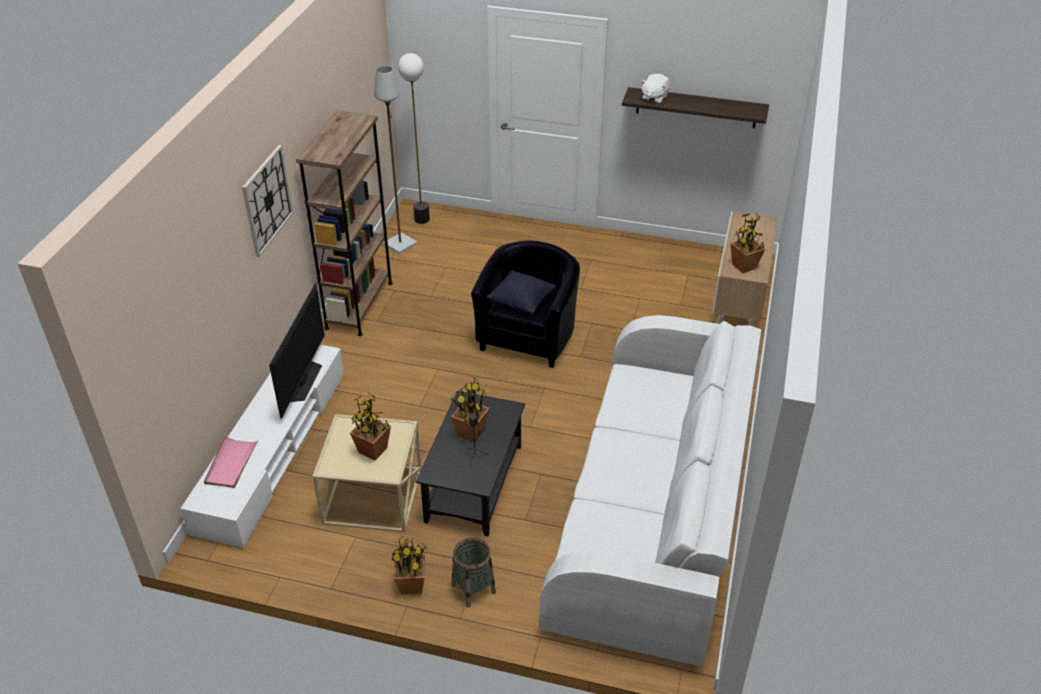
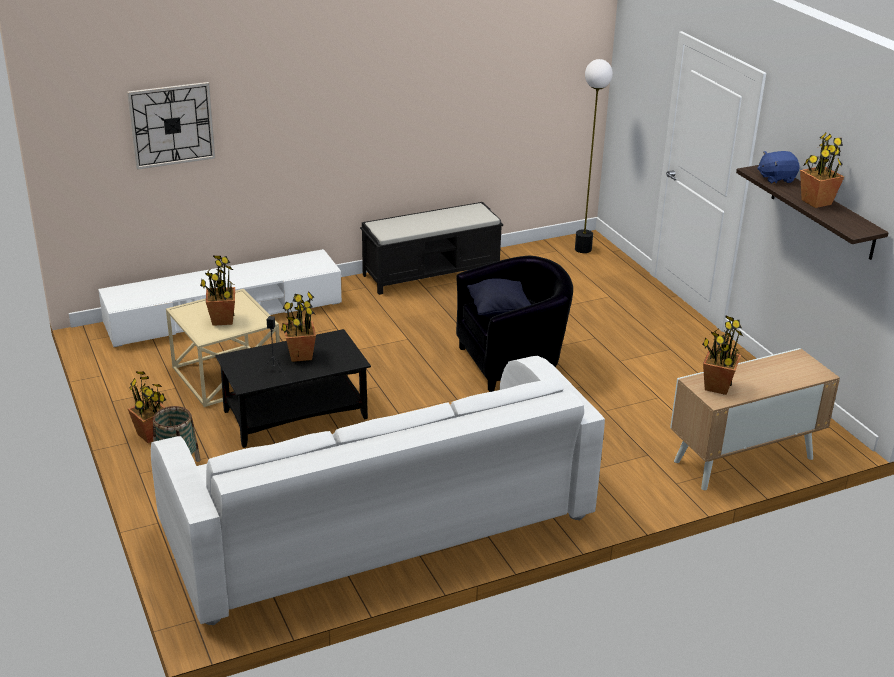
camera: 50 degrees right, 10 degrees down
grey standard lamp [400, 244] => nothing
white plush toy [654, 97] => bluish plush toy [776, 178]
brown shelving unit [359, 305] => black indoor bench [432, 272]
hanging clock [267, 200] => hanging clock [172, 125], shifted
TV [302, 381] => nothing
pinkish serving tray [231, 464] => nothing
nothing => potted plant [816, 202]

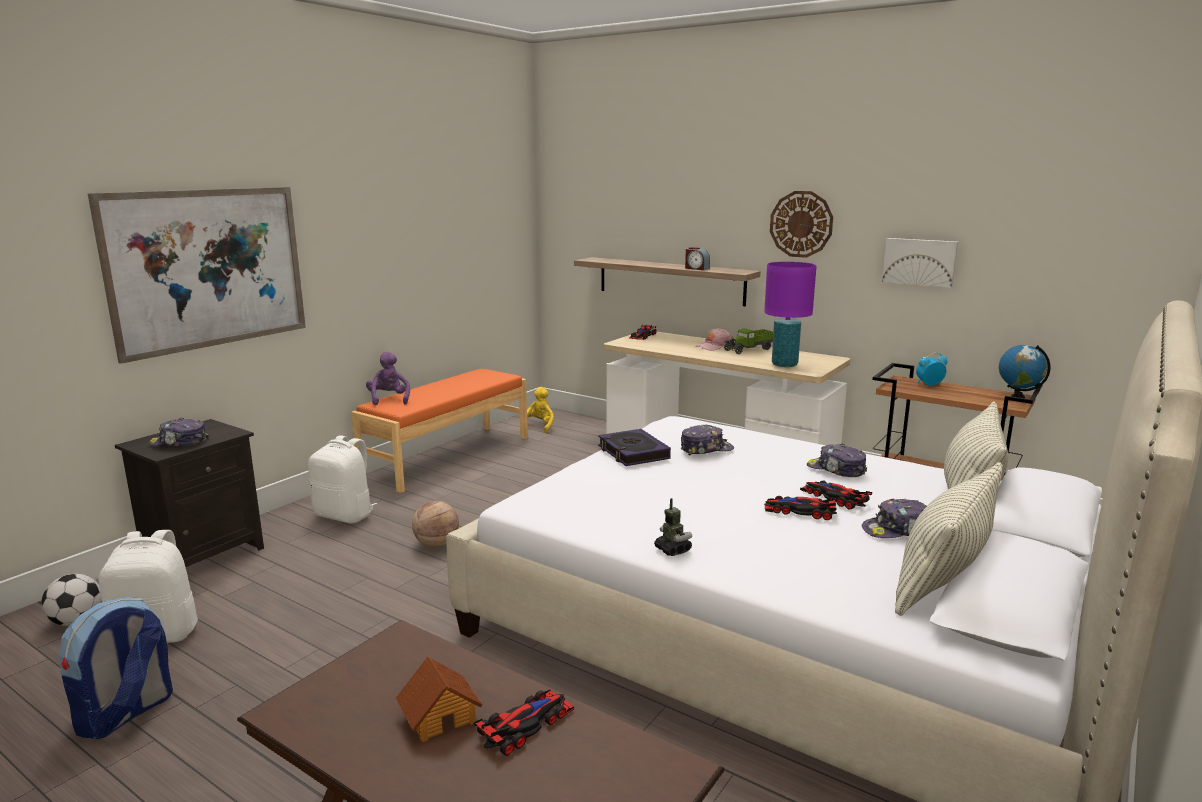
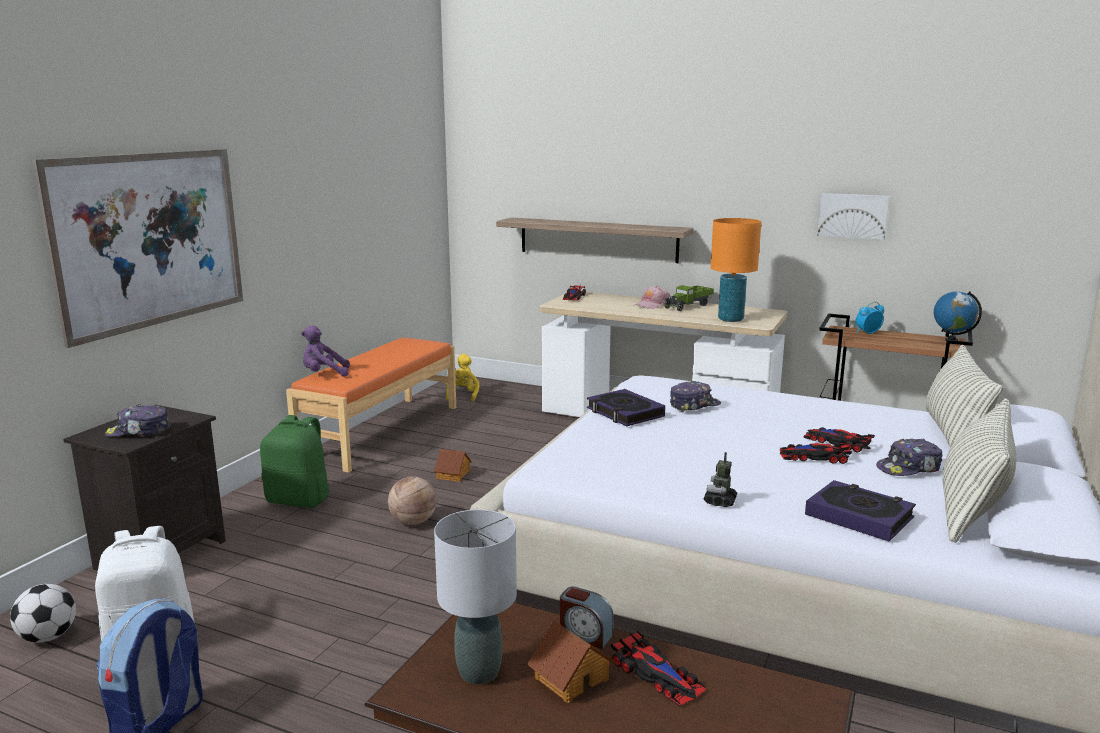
camera: 10 degrees left, 0 degrees up
hanging clock [801, 224] => nothing
bedside clock [696, 268] => bedside clock [585, 635], shifted
purple-coloured tabletop lamp [784, 365] => orange-coloured tabletop lamp [730, 319]
purple-coloured plush toy [389, 399] => purple-coloured plush toy [324, 374], 75 degrees counterclockwise
white rucksack [345, 515] => green rucksack [299, 500]
baseball cap [836, 470] => nothing
model robot [672, 550] => model robot [720, 501], 120 degrees counterclockwise
model car [526, 724] => model car [657, 675], 105 degrees clockwise
nothing => toy house [453, 475]
nothing => book [859, 516]
nothing => grey tabletop lamp [480, 672]

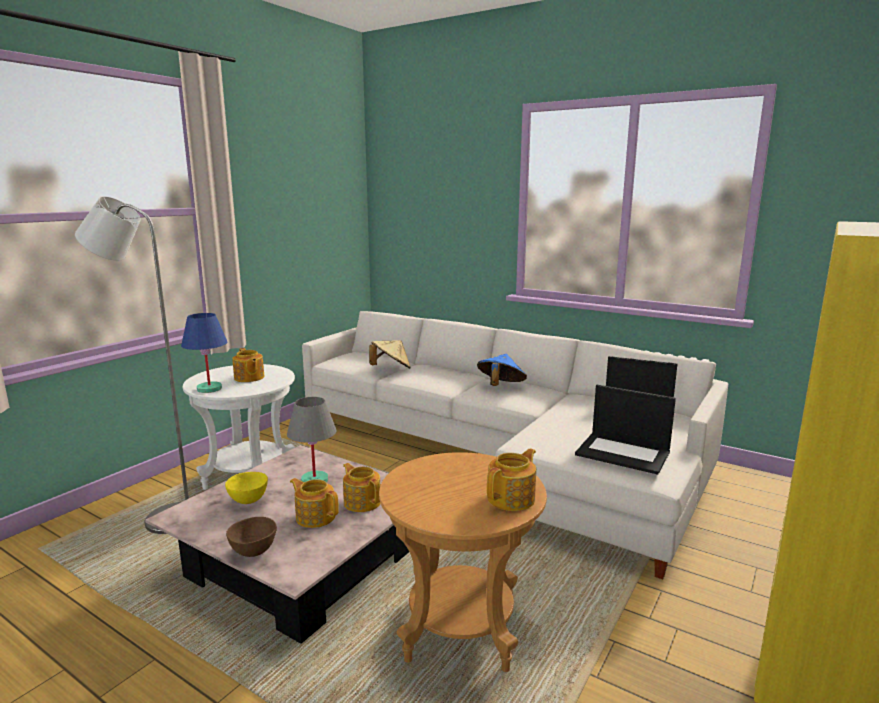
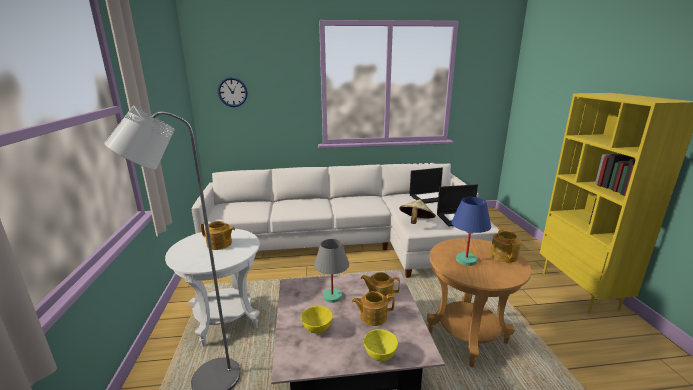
camera: 40 degrees left, 5 degrees up
bluish tabletop lamp [209, 389] => bluish tabletop lamp [466, 260], shifted
beige clothing hat [391, 369] => beige clothing hat [416, 222], shifted
bluish clothing hat [500, 386] => nothing
brown serving bowl [253, 552] => yellow serving bowl [380, 356]
nothing => hanging clock [232, 92]

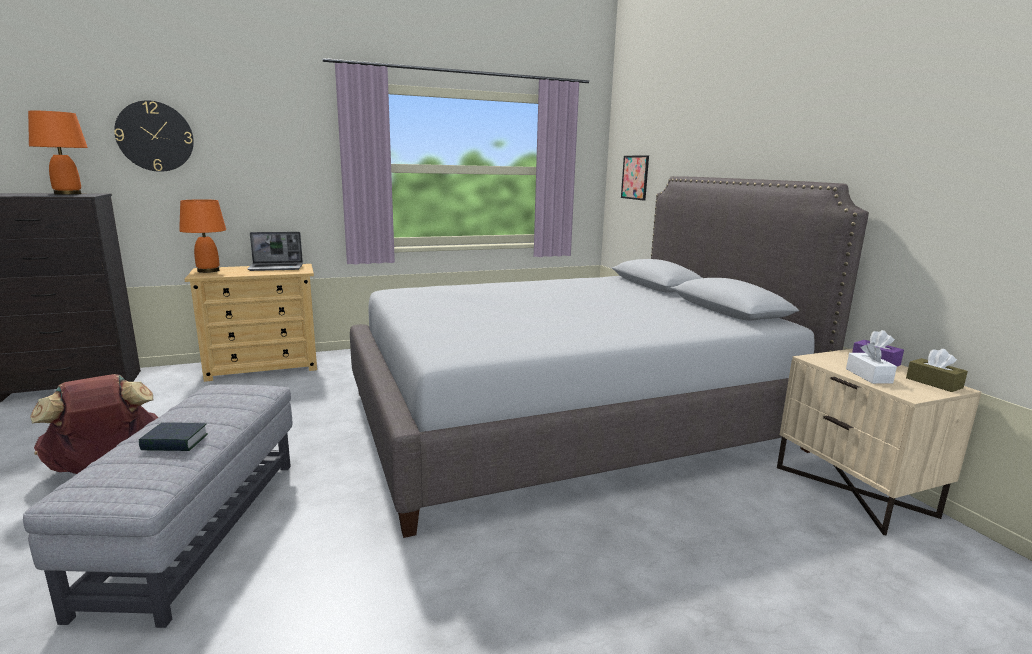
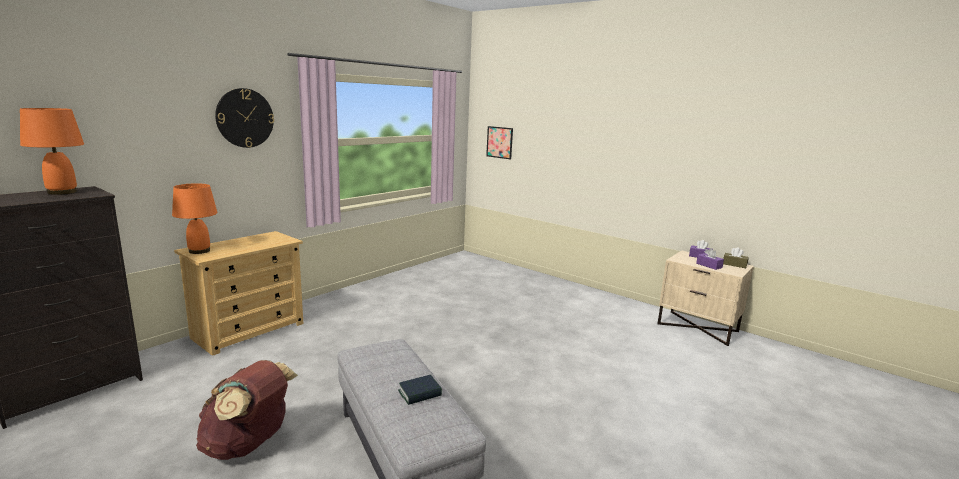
camera: 30 degrees left, 0 degrees up
hanging clock [155, 136] => hanging clock [245, 118], shifted
grey bedroom bed [568, 419] => nothing
portable computer [277, 268] => nothing
white tissue holder [868, 376] => purple-coloured tissue holder [709, 265]

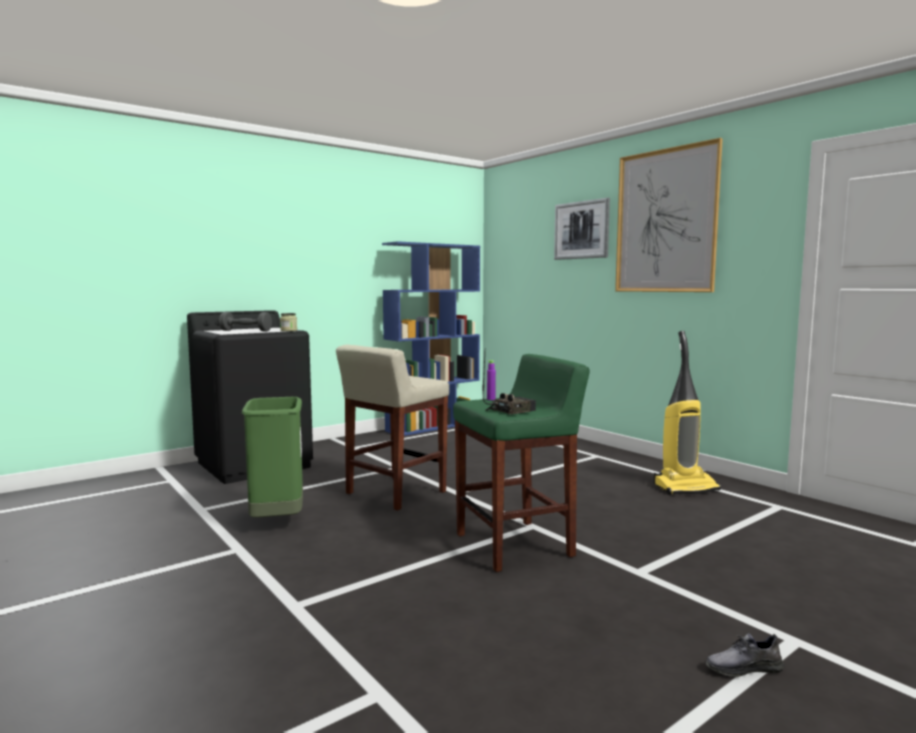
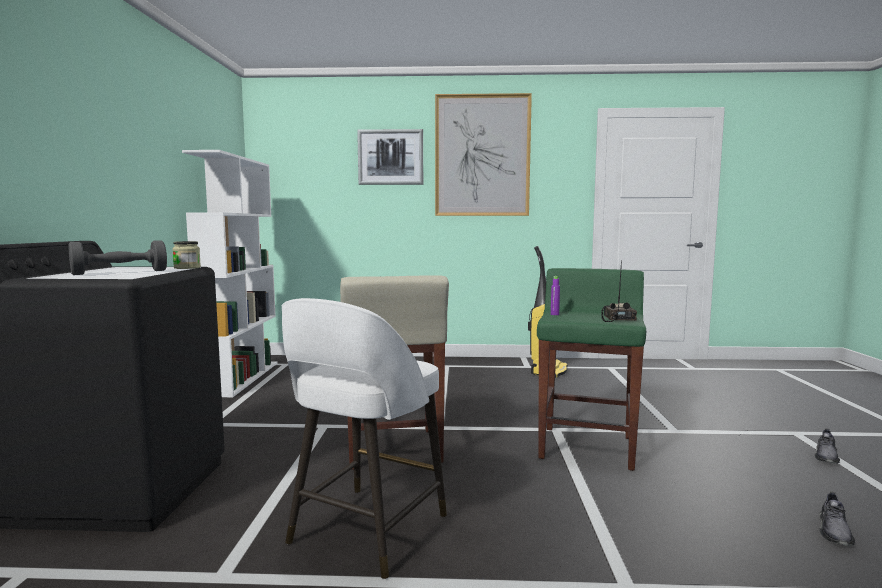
camera: 50 degrees left, 0 degrees up
bluish shelving unit [433, 426] => white shelving unit [241, 378]
green trash can [277, 521] => white stool seat [365, 531]
nothing => grey low shoe [834, 531]

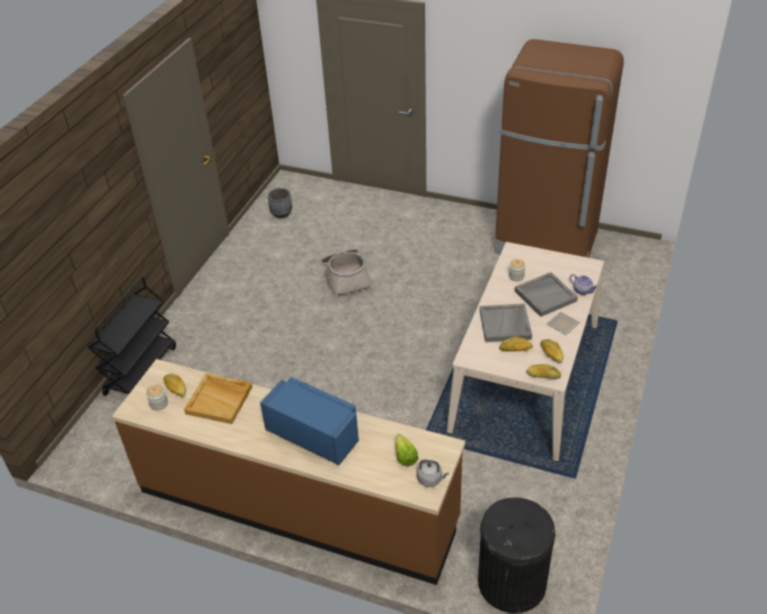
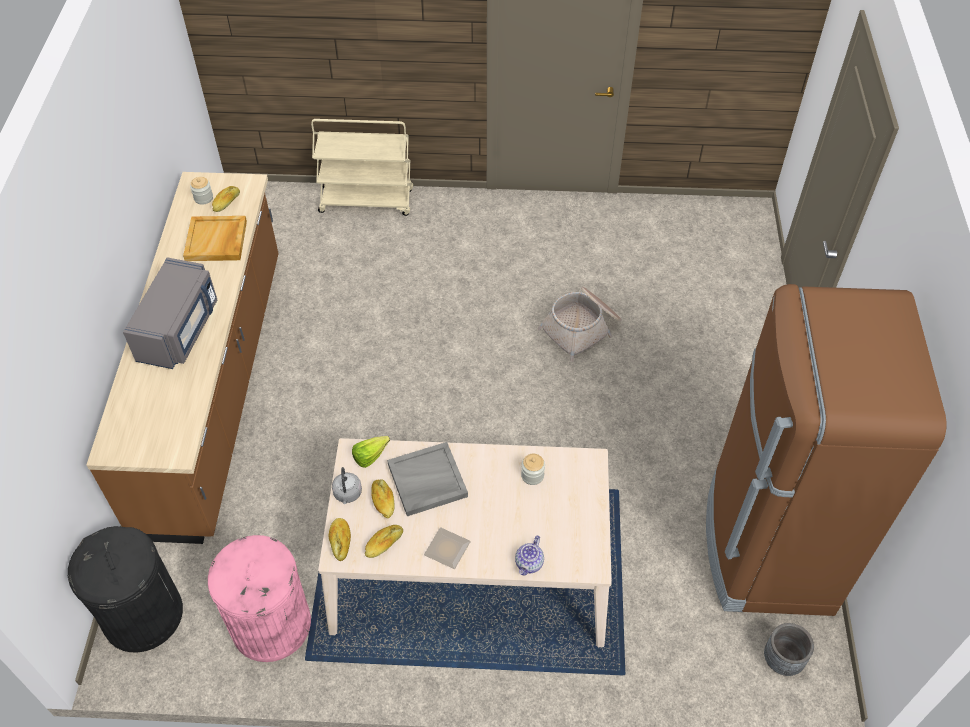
camera: 70 degrees right, 10 degrees up
grey flower pot [281, 213] => grey flower pot [782, 660], shifted
grey serving tray [545, 295] => nothing
black wheeled cart [141, 370] => beige wheeled cart [367, 201]
bluish microwave oven [314, 434] => grey microwave oven [180, 330]
lettuce head [404, 454] => lettuce head [373, 455], shifted
grey tea kettle [431, 479] => grey tea kettle [347, 494], shifted
nothing => pinkish trash can [271, 624]

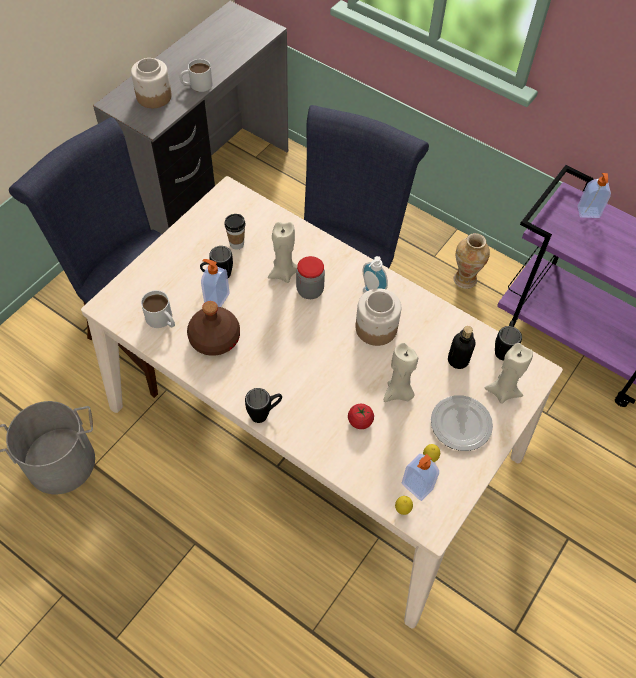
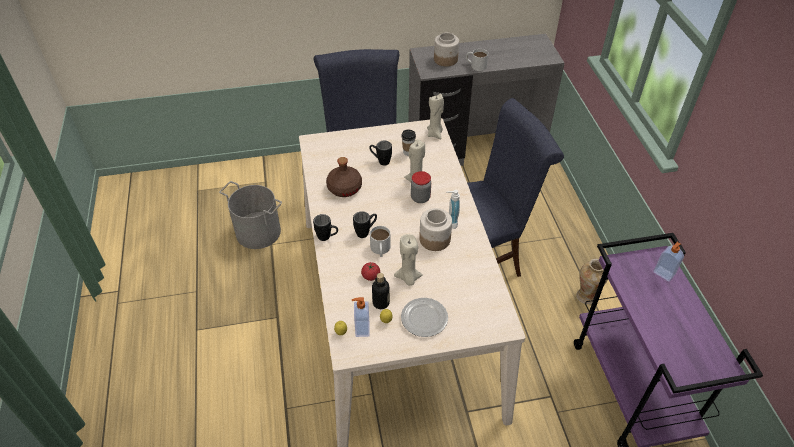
camera: 45 degrees right, 10 degrees down
soap bottle [216, 299] => nothing
white mug [162, 320] => white mug [380, 250], shifted
black mug [503, 348] => black mug [366, 232], shifted
bottle [458, 360] => bottle [381, 303], shifted
beige candle [502, 391] => beige candle [435, 134], shifted

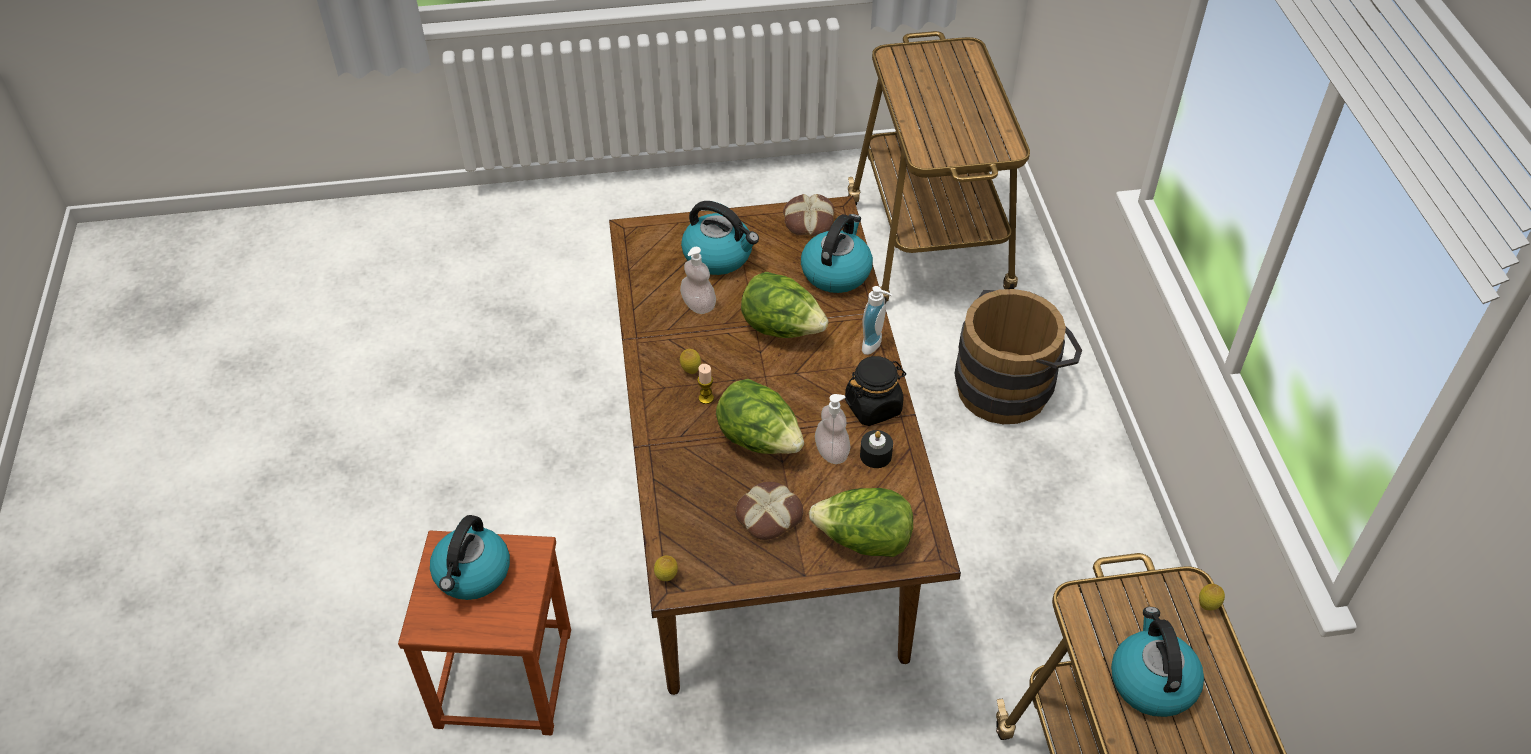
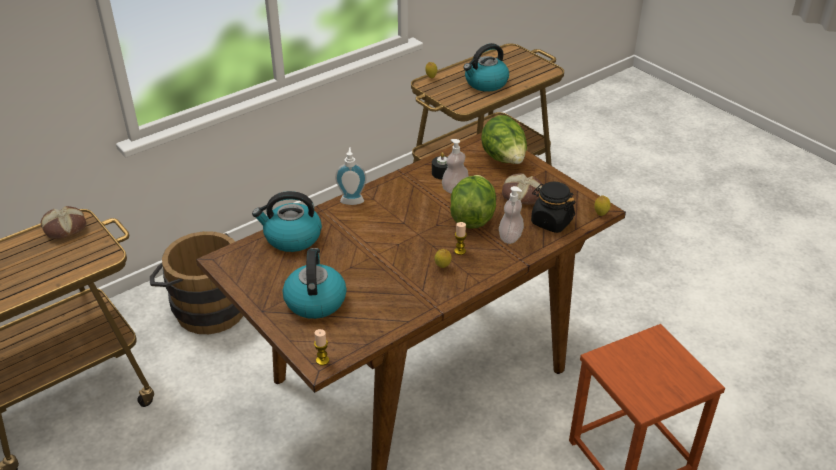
camera: 120 degrees left, 10 degrees down
bread [808, 221] => bread [65, 228], shifted
soap bottle [698, 305] => soap bottle [510, 237], shifted
lettuce head [782, 329] => nothing
black storage jar [873, 406] => black storage jar [551, 222], shifted
tea kettle [472, 574] => nothing
nothing => candle [322, 360]

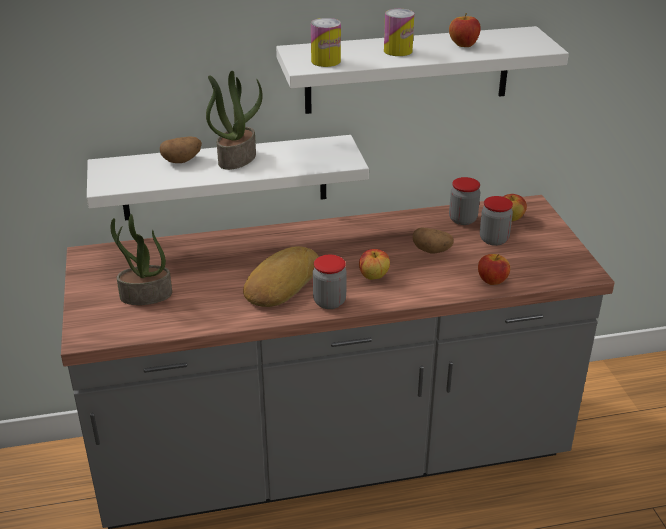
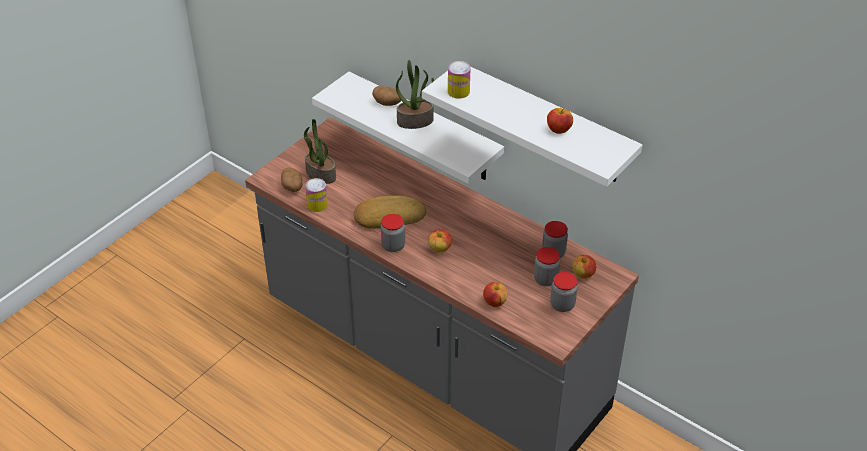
camera: 50 degrees right, 10 degrees up
metal can [398, 51] => metal can [317, 205], shifted
spud [432, 250] => spud [292, 187], shifted
nothing => storage jar [562, 305]

